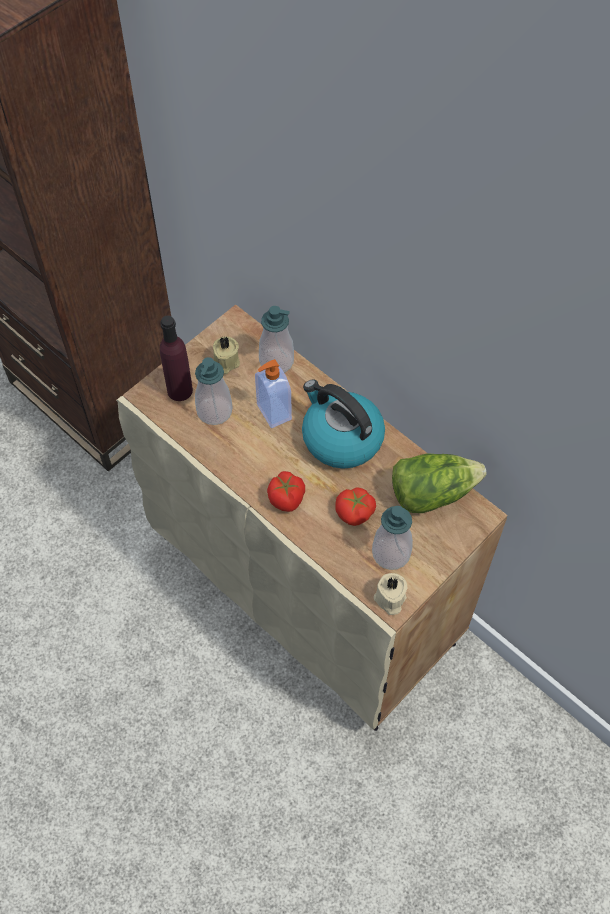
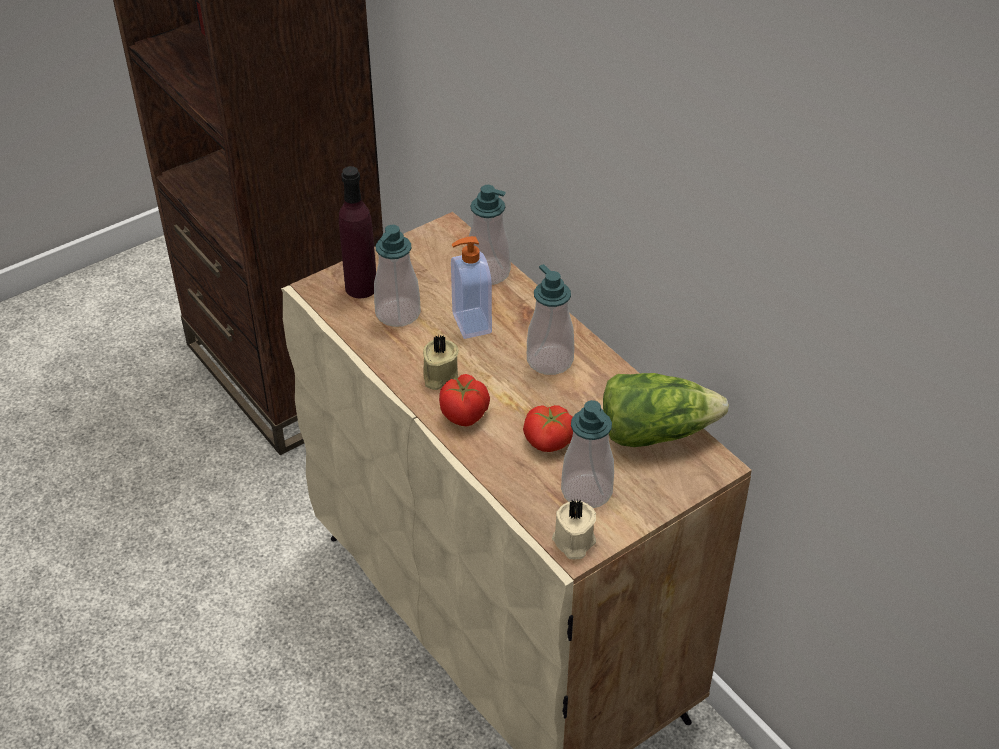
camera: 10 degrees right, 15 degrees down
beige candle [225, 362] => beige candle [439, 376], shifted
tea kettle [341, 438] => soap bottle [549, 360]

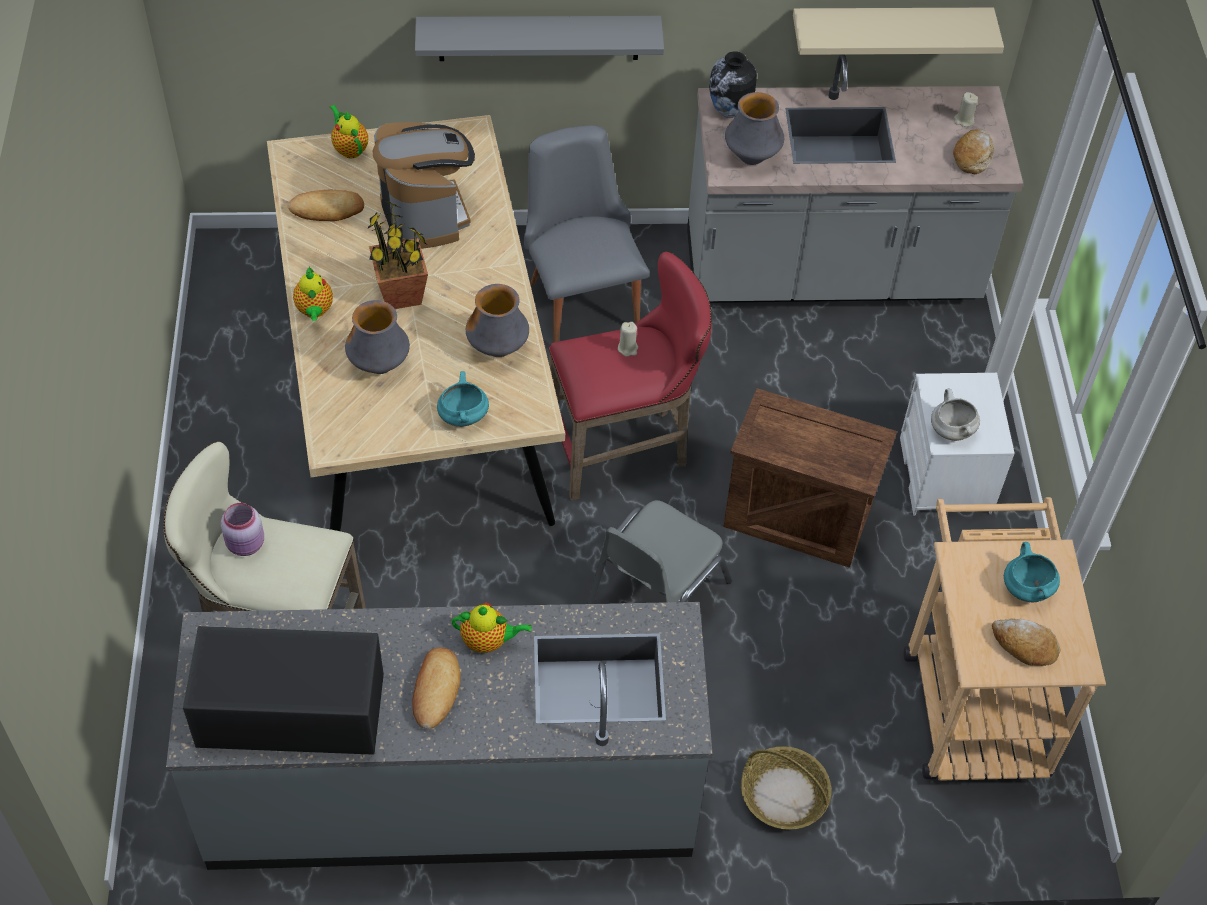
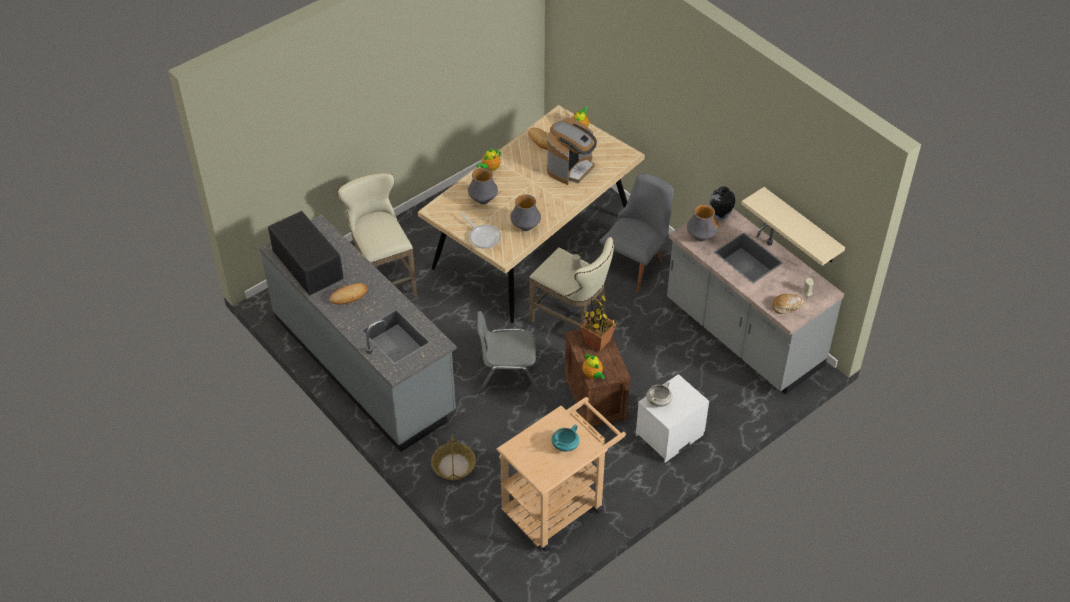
camera: 55 degrees right, 5 degrees down
grey shelf [538, 37] => nothing
potted plant [402, 294] => potted plant [598, 342], shifted
red-coloured stool seat [625, 450] => beige stool seat [571, 323]
blue-green saucepot [462, 416] => skillet [483, 236]
pinkish storage jar [246, 545] => nothing
teapot [488, 641] => teapot [593, 375], shifted
bread [1024, 646] => nothing

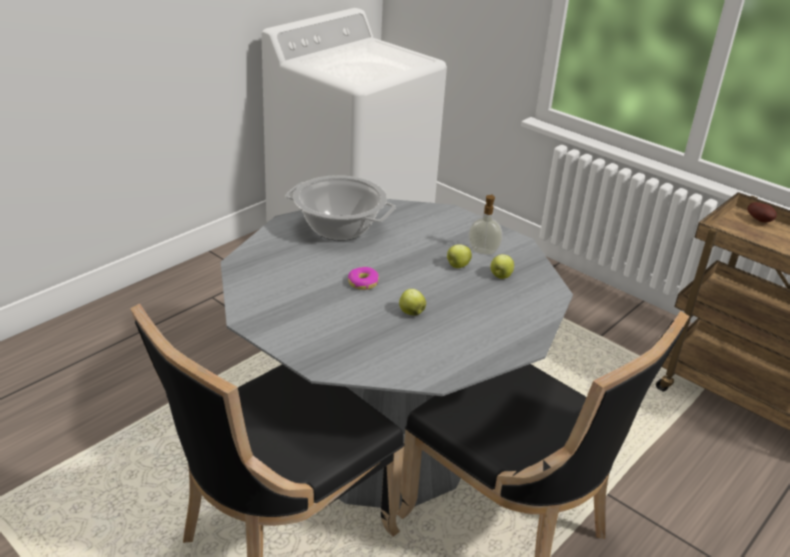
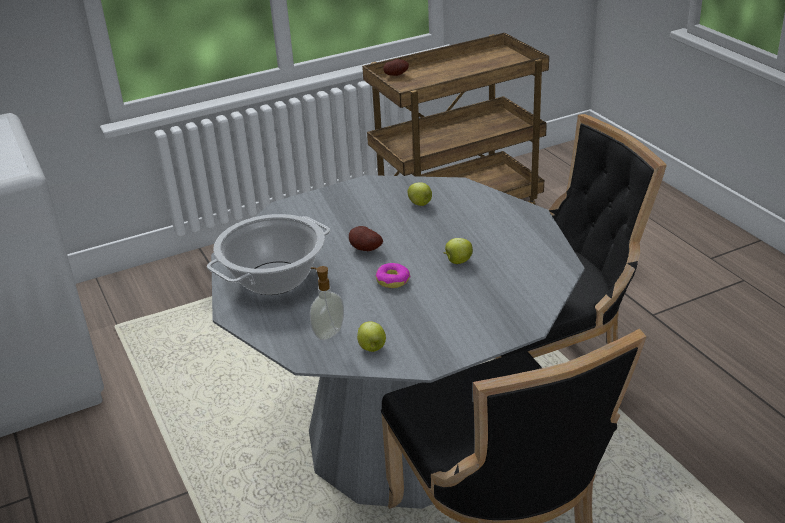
camera: 65 degrees left, 0 degrees up
soap bottle [483, 251] => soap bottle [328, 333], shifted
whole apple [457, 266] => whole apple [372, 348], shifted
nothing => spud [364, 250]

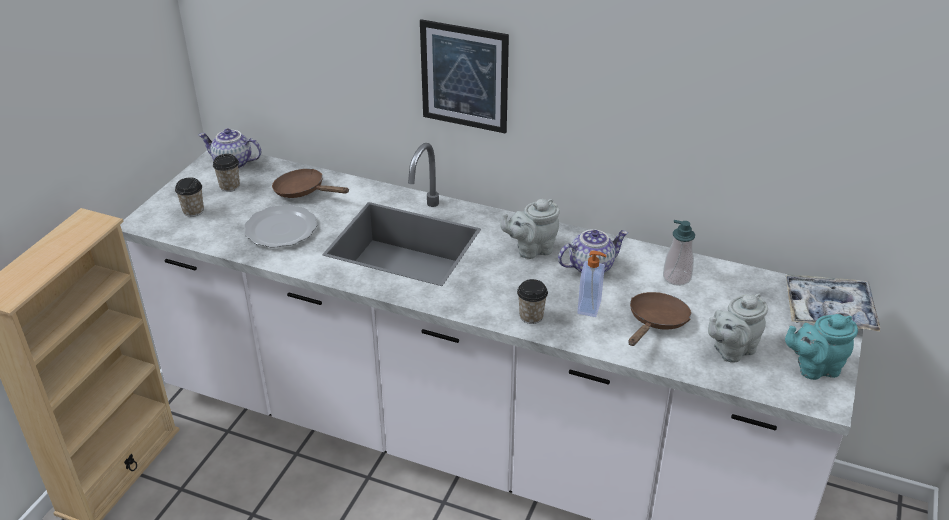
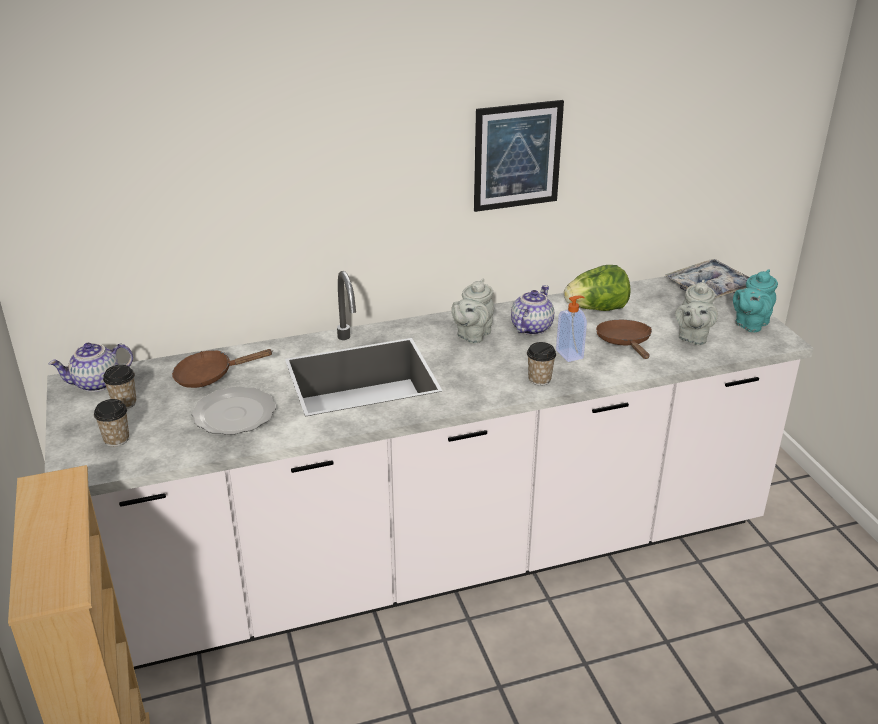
camera: 40 degrees left, 5 degrees down
wall picture [464, 76] => wall picture [517, 156], shifted
soap bottle [676, 277] => lettuce head [596, 309]

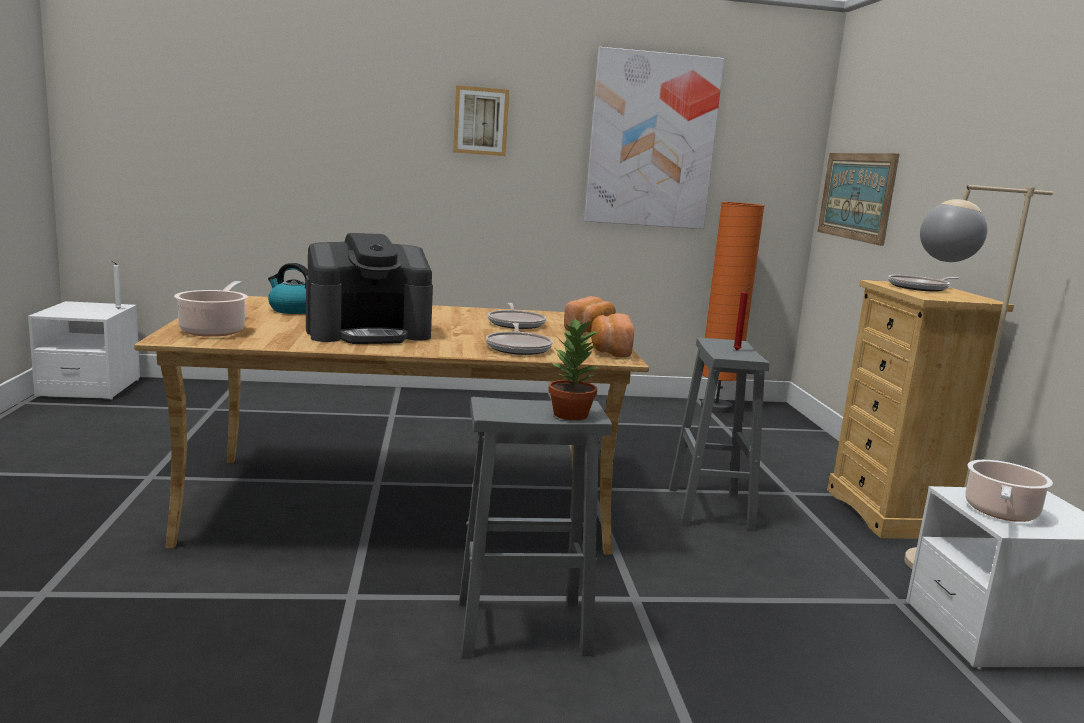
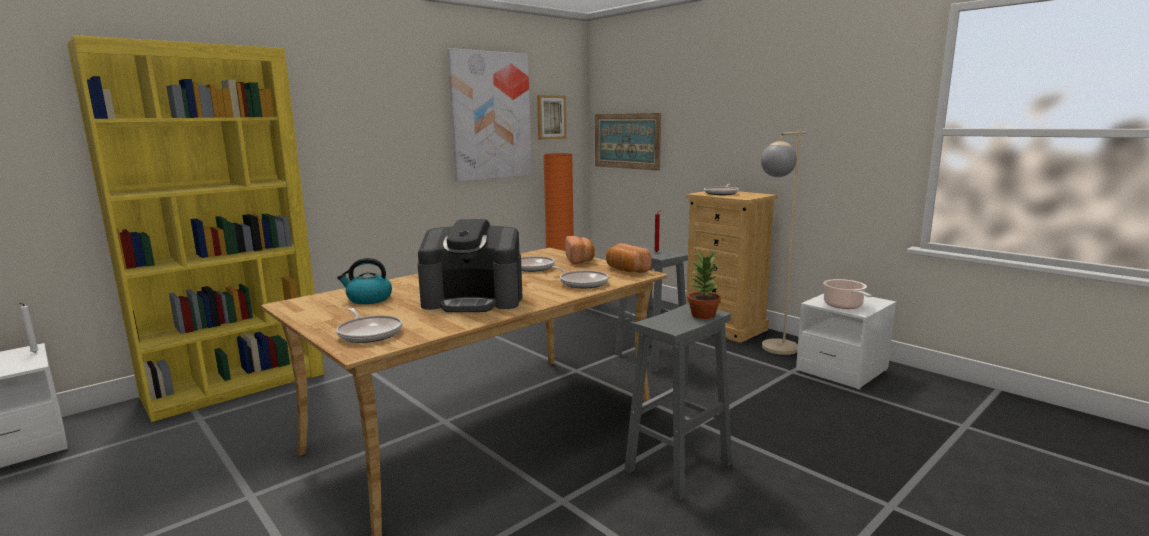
camera: 35 degrees left, 0 degrees up
wall picture [480, 121] => wall picture [551, 117], shifted
coffee brewer [368, 333] => coffee brewer [474, 300], 60 degrees clockwise
saucepot [214, 330] => skillet [369, 333]
nothing => yellow shelving unit [236, 385]

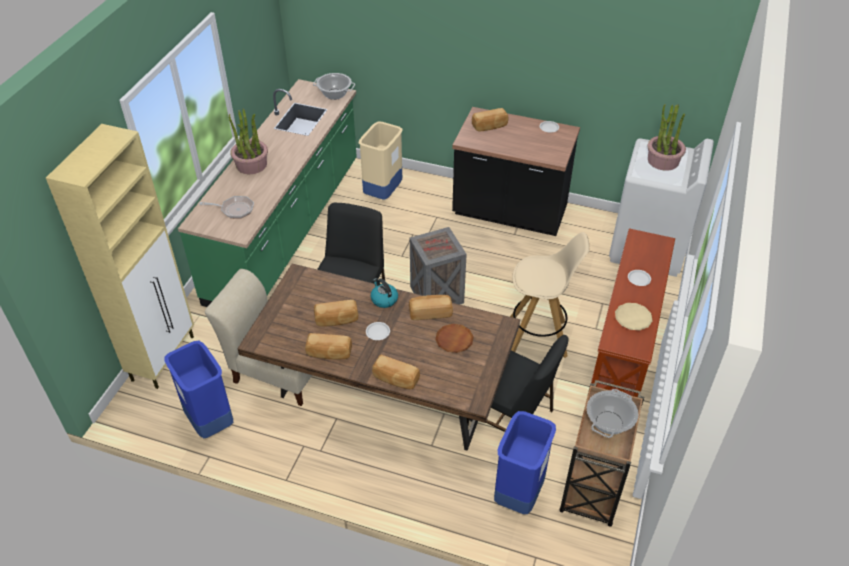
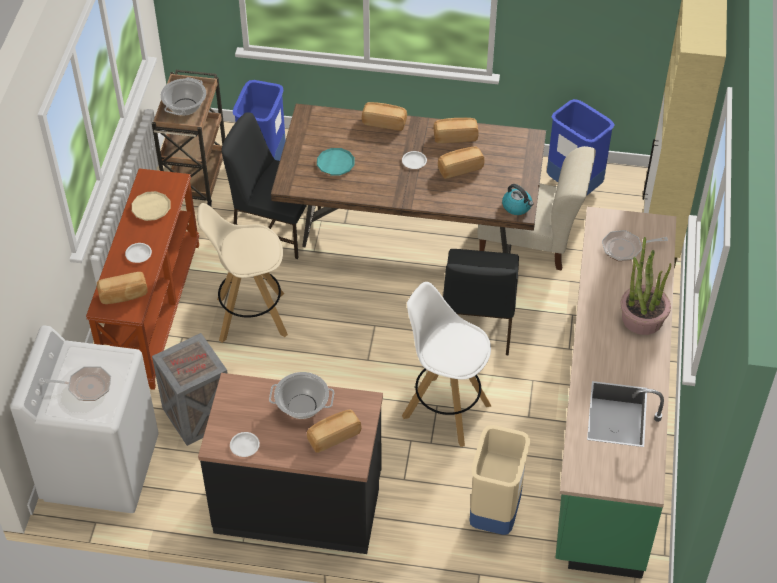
camera: 170 degrees right, 5 degrees up
saucepot [334, 94] => saucepot [302, 406], shifted
potted plant [663, 161] => skillet [86, 386]
packing crate [438, 295] => packing crate [196, 415], shifted
tea kettle [384, 299] => tea kettle [517, 206], shifted
bread [430, 313] => bread [123, 295], shifted
brown plate [454, 340] => blue-green plate [335, 164]
nothing => white stool seat [445, 410]

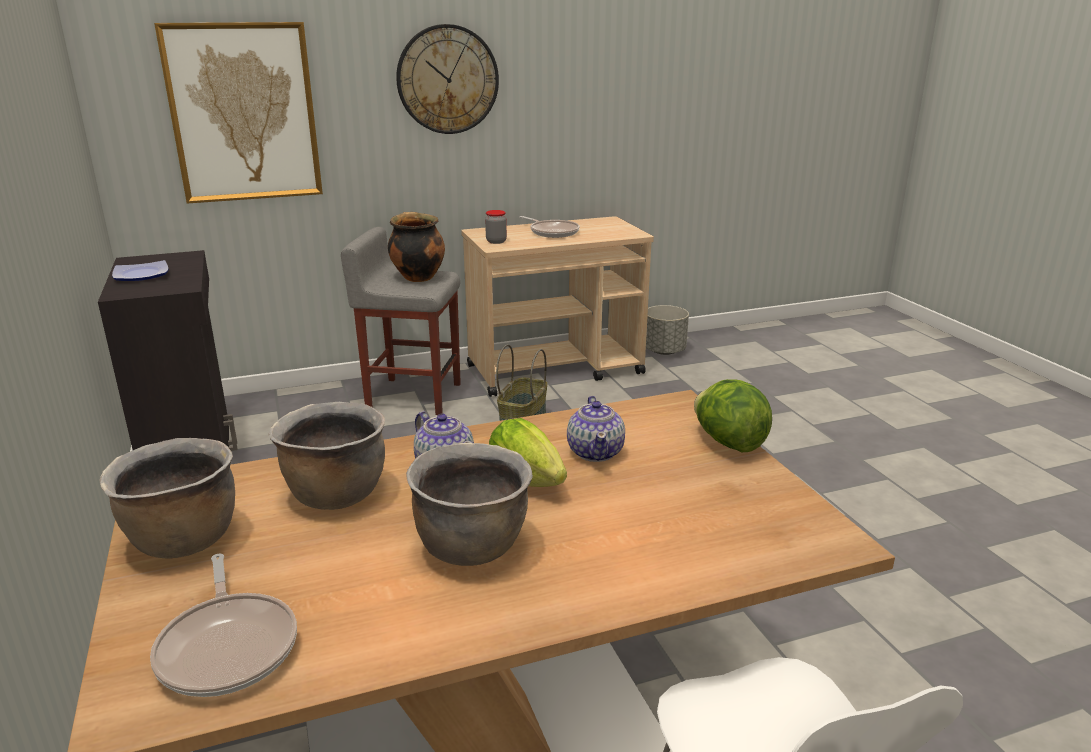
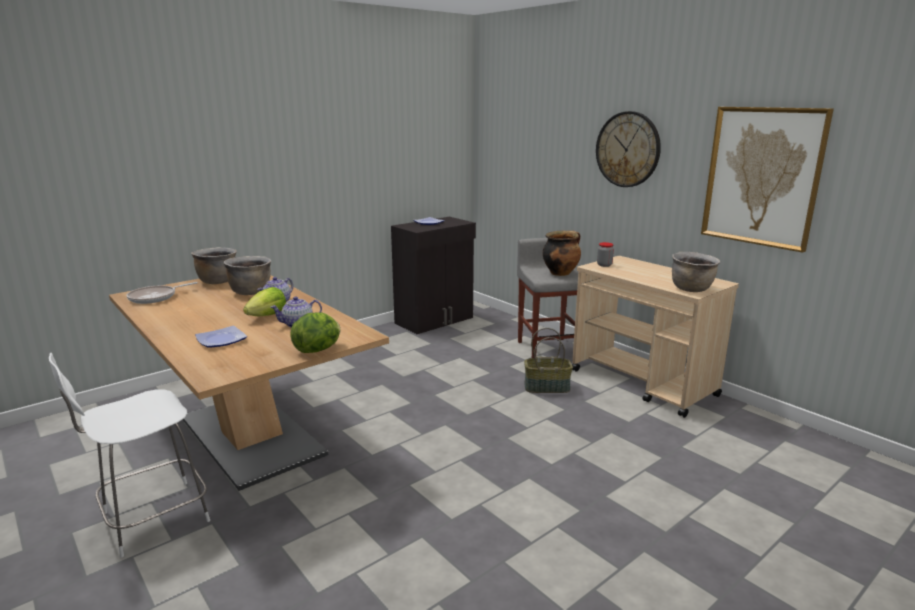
camera: 70 degrees right, 5 degrees down
wall picture [243, 113] => wall picture [762, 177], shifted
skillet [552, 232] => nothing
grey flower pot [664, 351] => nothing
brown saucepot [472, 546] => brown saucepot [691, 289], shifted
nothing => plate [220, 340]

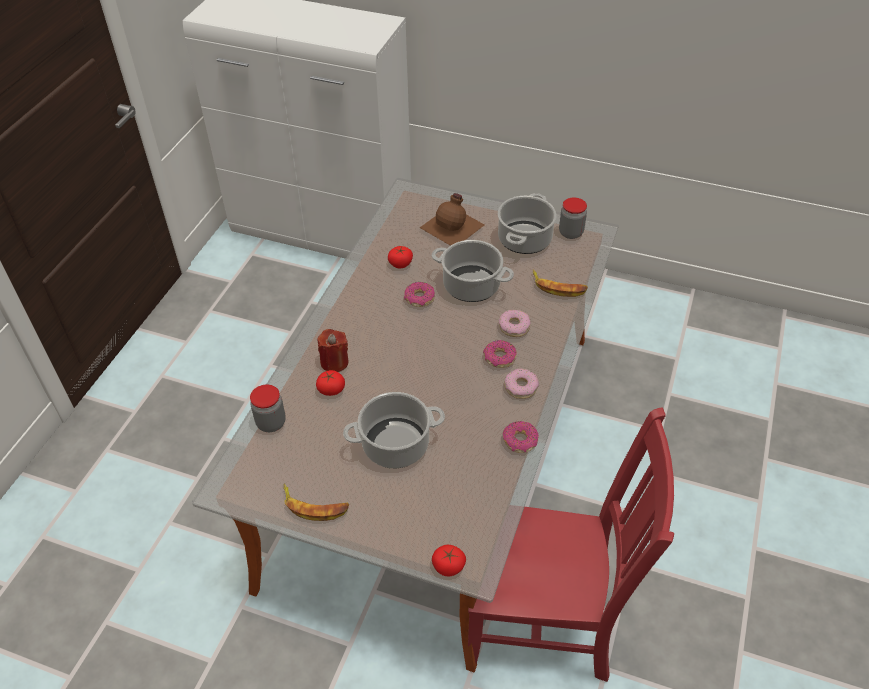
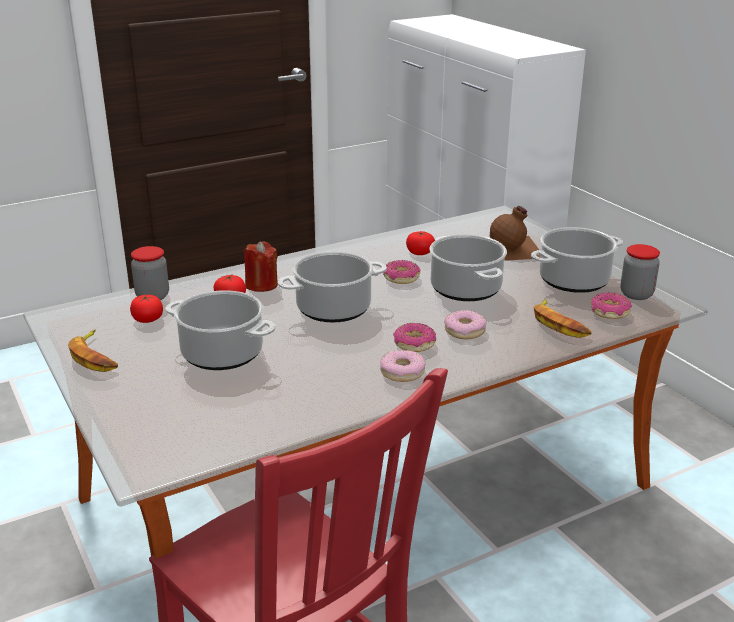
camera: 40 degrees right, 20 degrees down
doughnut [520, 441] => doughnut [609, 312], shifted
tomato [448, 566] => tomato [147, 319], shifted
nothing => saucepot [333, 309]

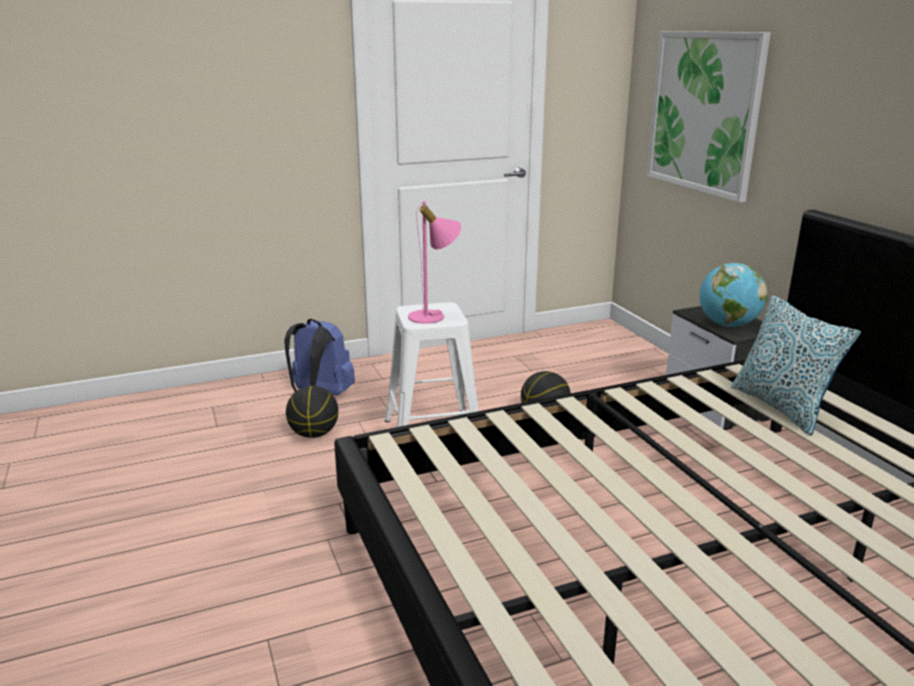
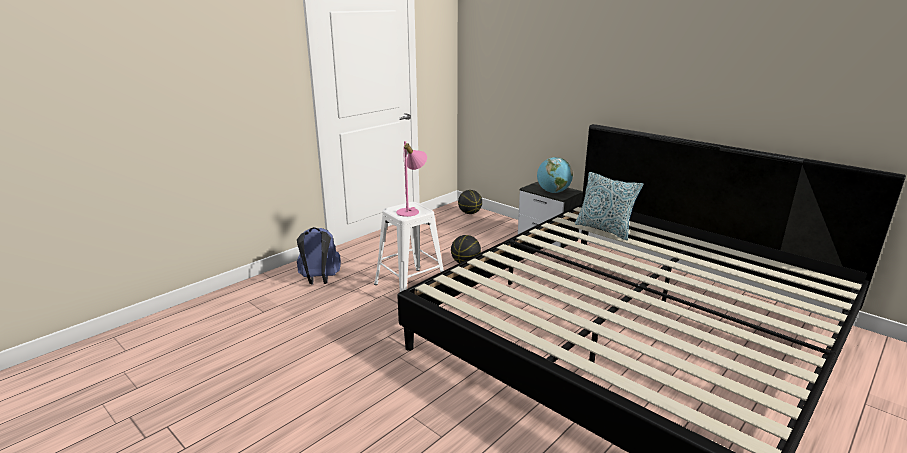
camera: 25 degrees left, 0 degrees up
wall picture [704, 112] => nothing
basketball ball [314, 434] => basketball ball [470, 213], shifted

